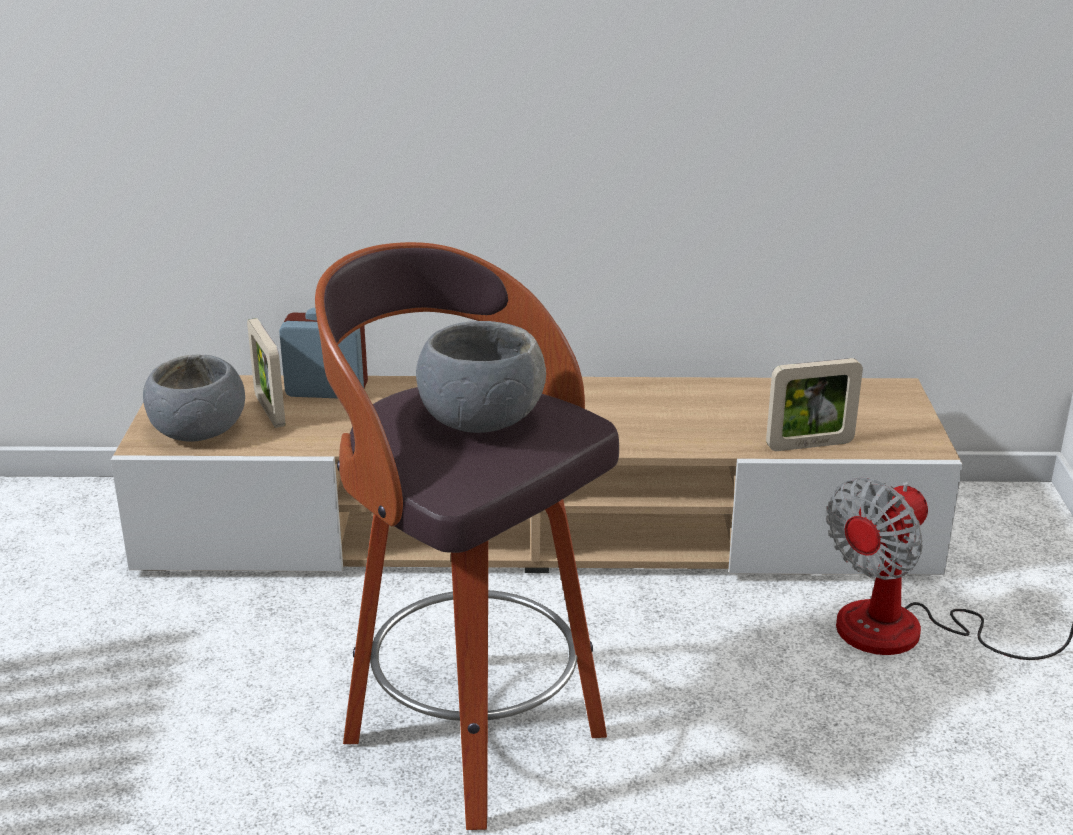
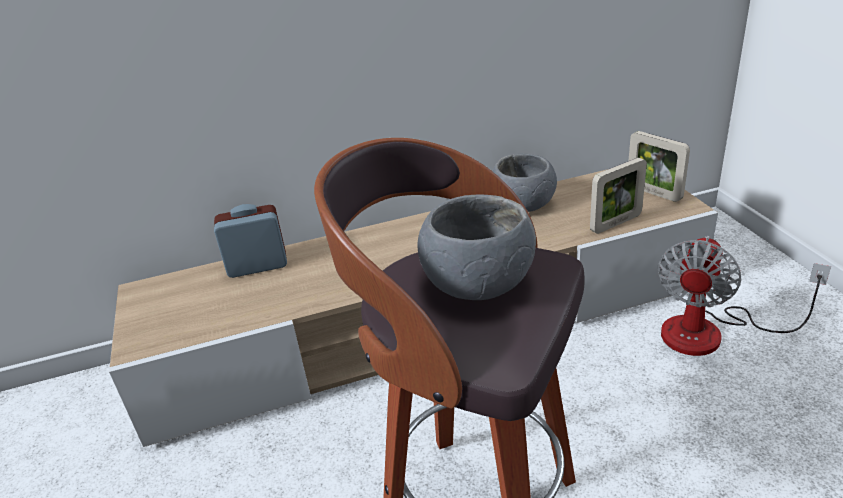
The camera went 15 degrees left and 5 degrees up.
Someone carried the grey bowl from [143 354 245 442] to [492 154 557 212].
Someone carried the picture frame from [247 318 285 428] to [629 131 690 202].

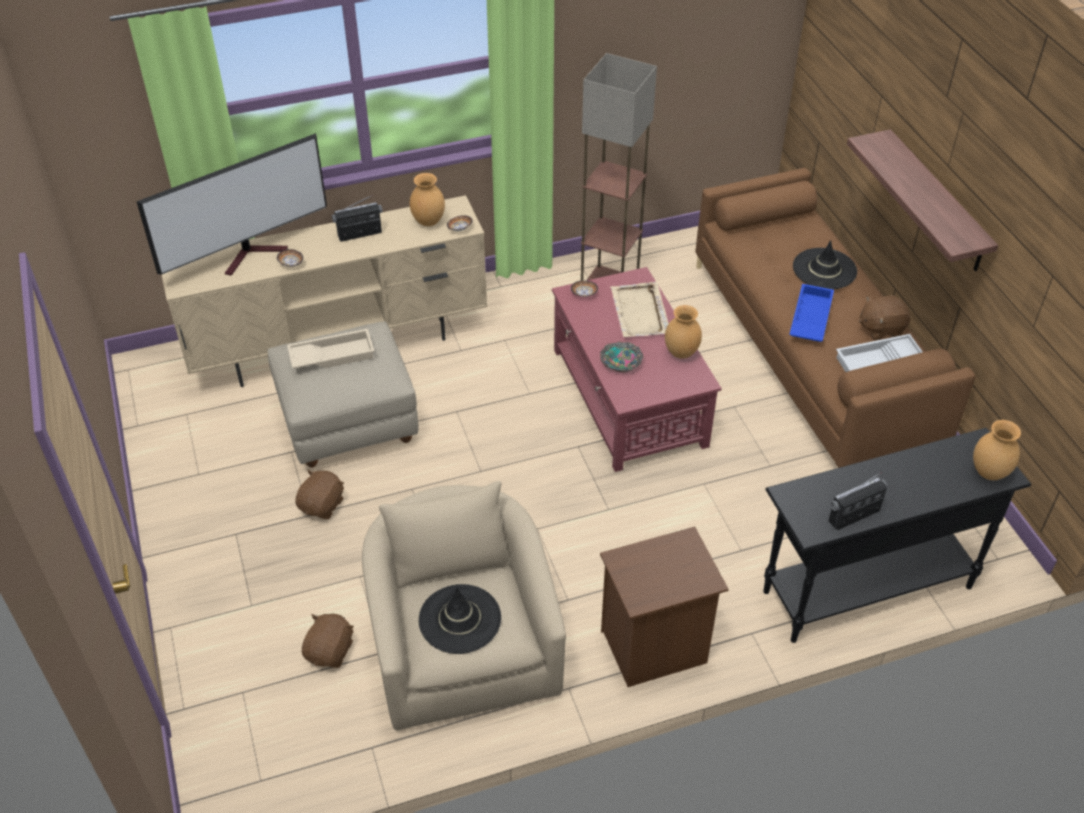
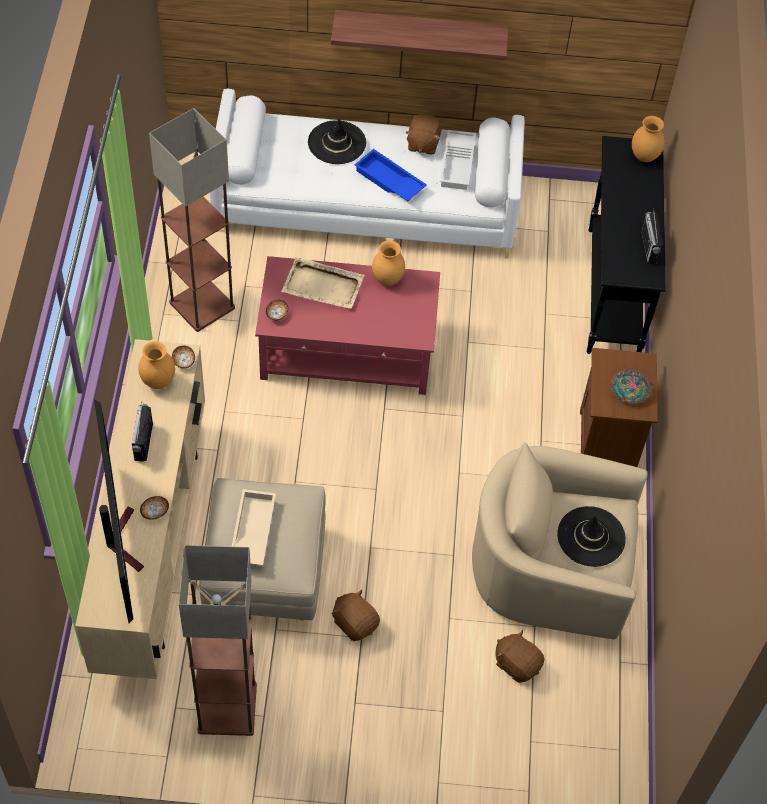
The camera went 70 degrees left and 10 degrees up.
Someone carried the bowl from [600 341 644 373] to [611 369 653 404].
Someone repainted the brown sofa at [695 168 976 468], which became the white sofa at [210 89 525 258].
Someone put down the floor lamp at [179 545 257 736].

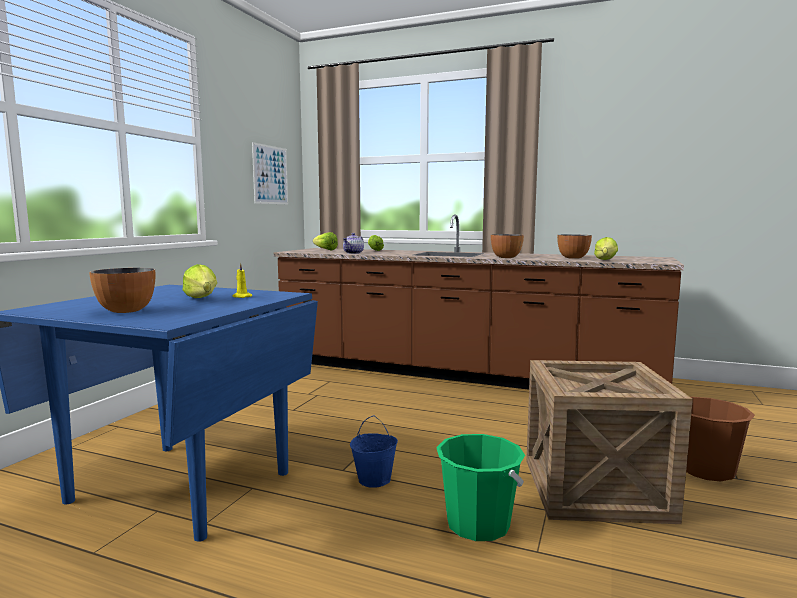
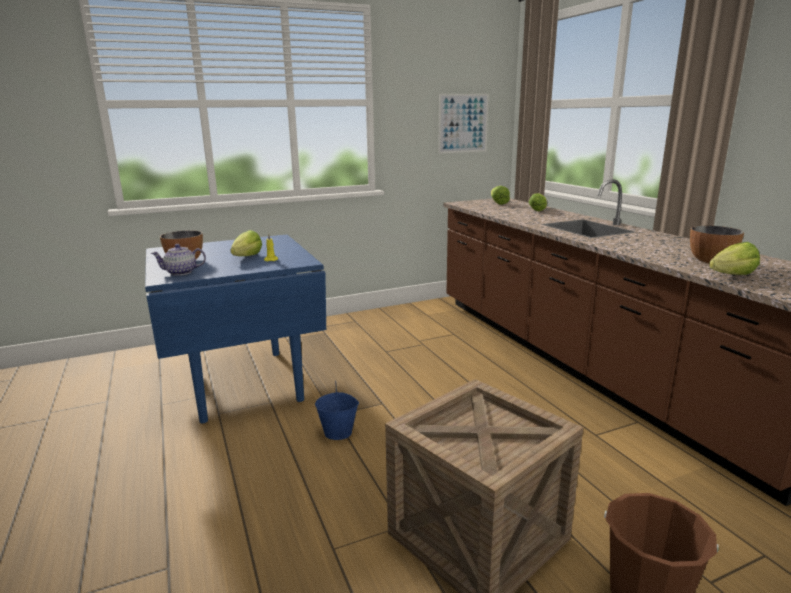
The camera went 45 degrees right and 10 degrees up.
Someone carried the teapot from [343 233 364 254] to [151 244 206 276].
Someone took away the green bucket at [436 434 525 541].
Someone took away the bowl at [491 234 524 258].

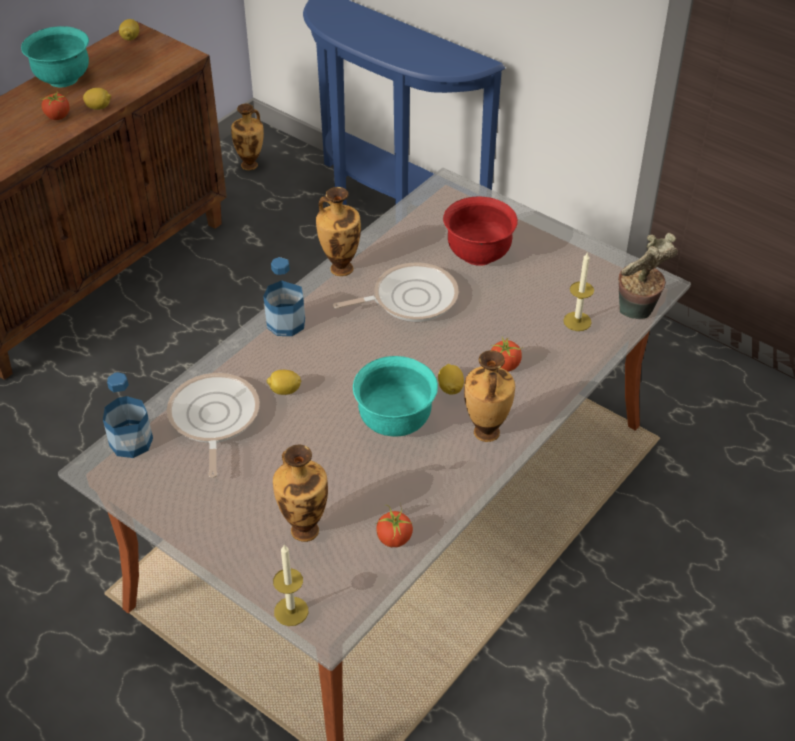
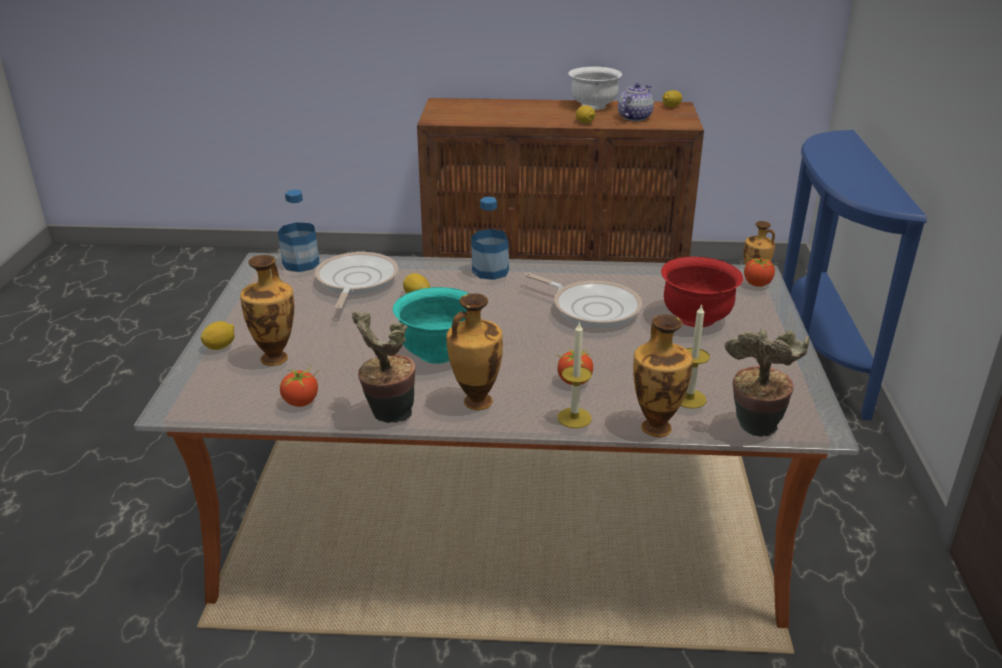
The camera went 55 degrees right and 15 degrees down.
Someone repainted the turquoise bowl at [21 26 89 87], which became the white bowl at [568 67 622 110].
Someone carried the tomato from [39 92 70 120] to [744 257 777 287].
Someone rotated the frying pan at [167 373 260 478] by 45 degrees counterclockwise.
Someone carried the candle from [273 545 308 626] to [558 321 592 428].
Someone carried the vase from [316 187 361 276] to [633 314 693 437].
Someone carried the lemon from [438 364 464 395] to [201 321 235 350].
Someone put down the potted plant at [352 311 415 423].
Someone put down the teapot at [618 83 654 121].

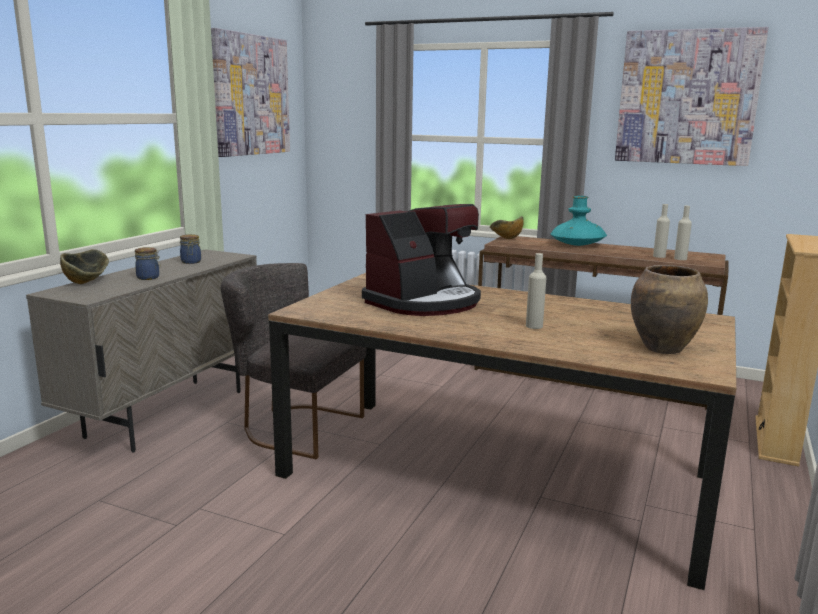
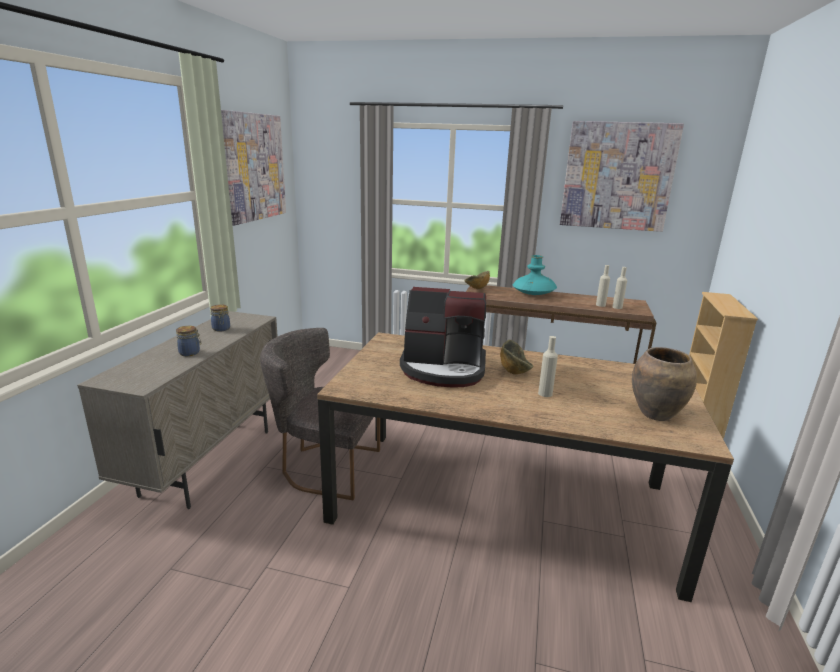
The camera went 10 degrees left and 5 degrees up.
Someone carried the bowl from [60 249 109 284] to [500 340 534 374].
Someone rotated the coffee machine at [362 204 481 316] by 60 degrees clockwise.

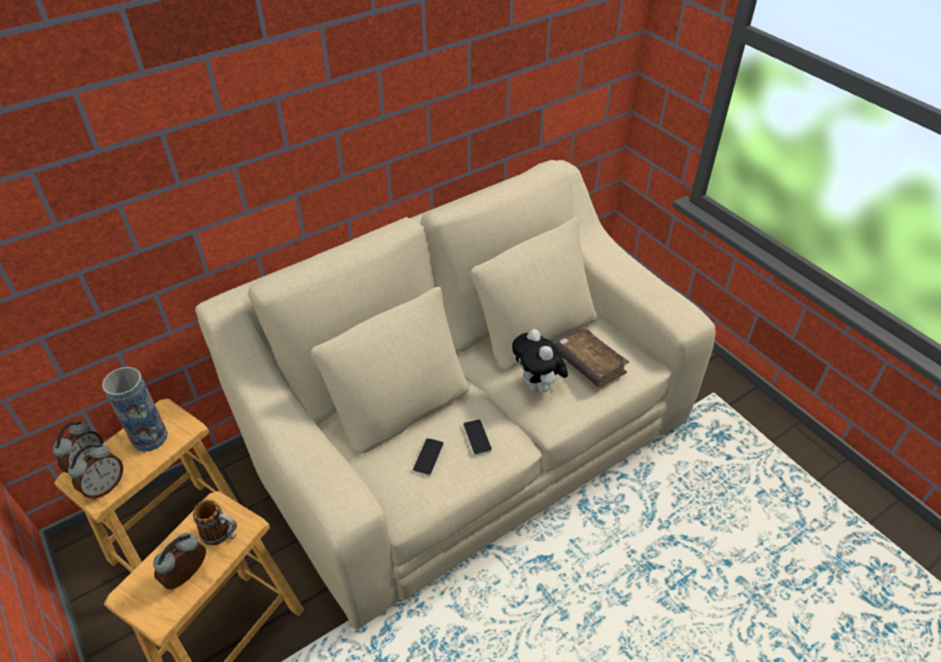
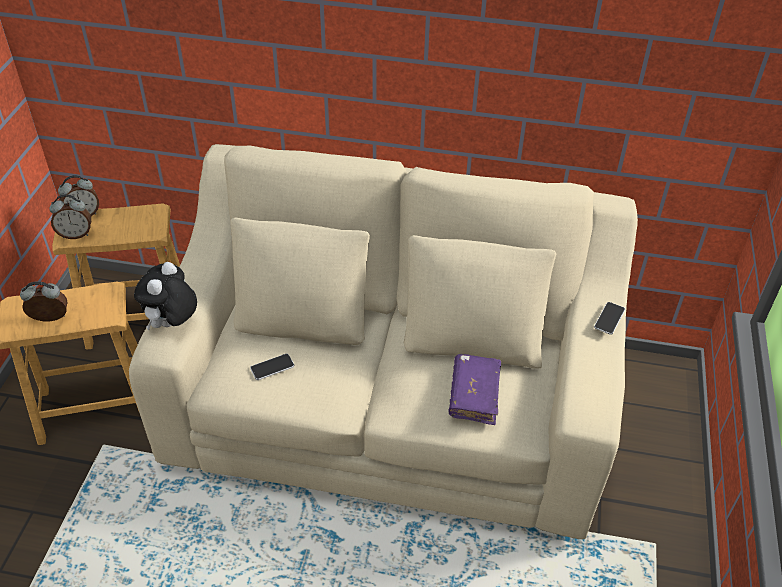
The camera went 45 degrees right and 0 degrees up.
Someone took away the vase at [102 367 168 452].
Someone took away the mug at [193 500 237 545].
Someone carried the phone from [463 419 492 455] to [594 302 625 335].
Someone carried the plush toy from [512 329 568 394] to [134 262 197 330].
Someone repainted the brown book at [555 327 629 388], which became the purple book at [449 354 501 425].

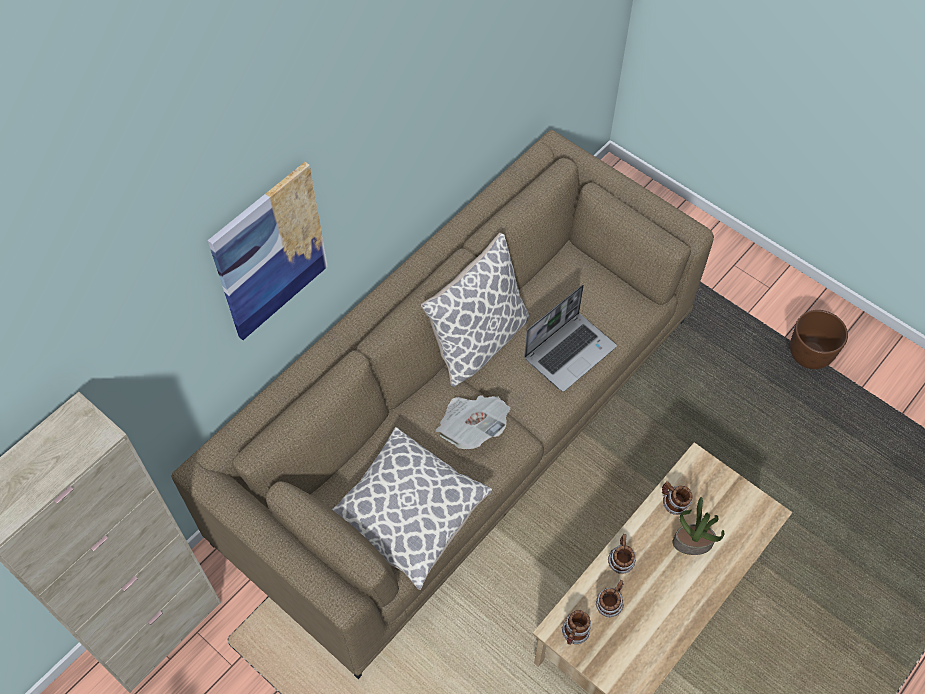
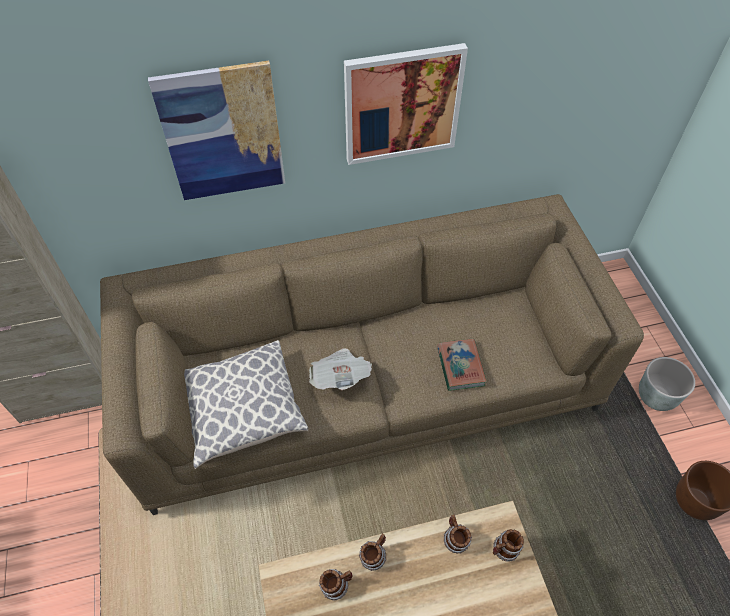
The camera went 35 degrees right and 5 degrees down.
Someone took away the pillow at [420 233 529 387].
Someone swapped the laptop at [524 285 617 392] for the book at [437 339 487 391].
Someone carried the mug from [562 610 591 645] to [493 529 524 562].
Someone took away the potted plant at [672 497 724 555].
Someone put up the picture at [344 43 468 165].
Someone put down the grey planter at [639 357 695 411].

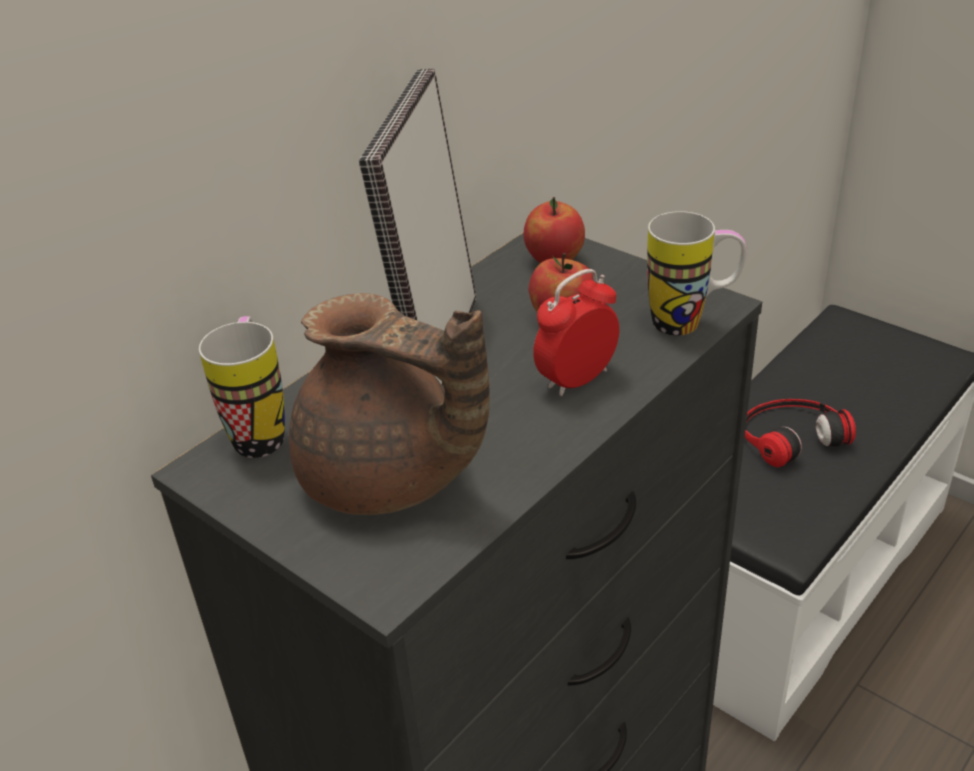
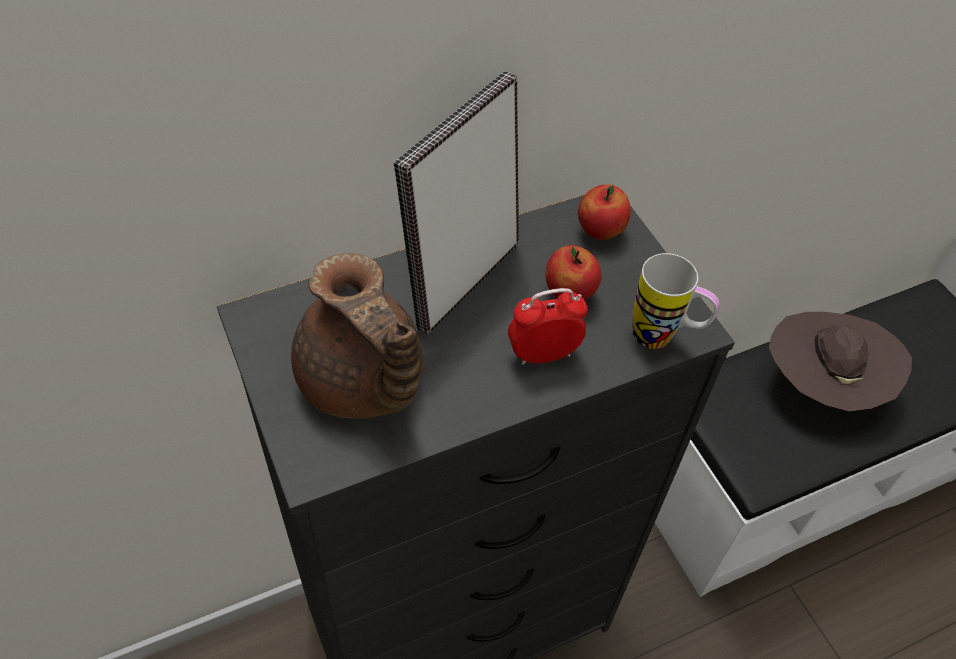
The camera went 20 degrees right and 15 degrees up.
Someone took away the mug at [199 316 285 458].
Someone swapped the headphones at [745 399 856 467] for the brown hat at [769 312 912 411].

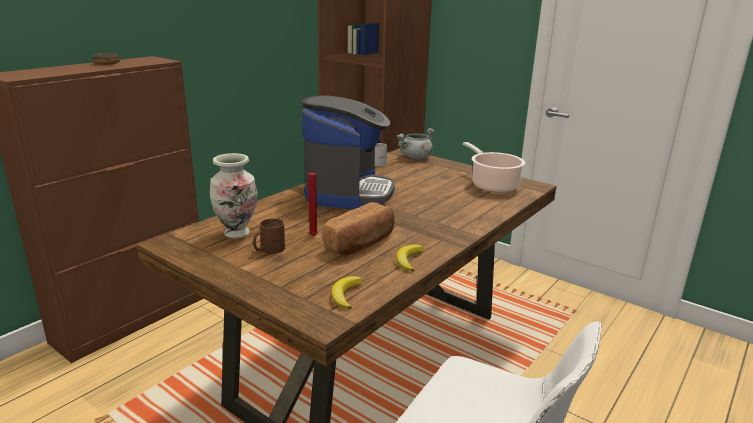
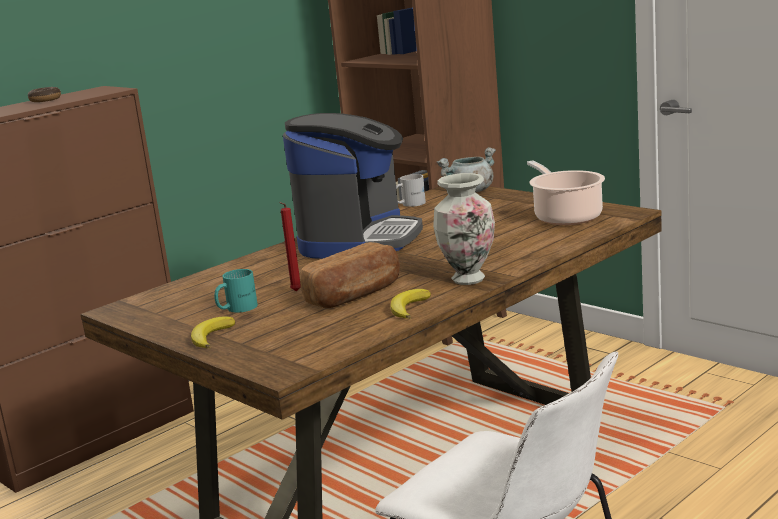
The camera went 10 degrees right and 5 degrees down.
Someone carried the vase from [210 153 258 239] to [433 173 495 285].
Someone repainted the brown mug at [253 218 285 254], which became the turquoise mug at [214 269 258 313].
Someone carried the banana from [331 276 363 309] to [191 316 235 348].

